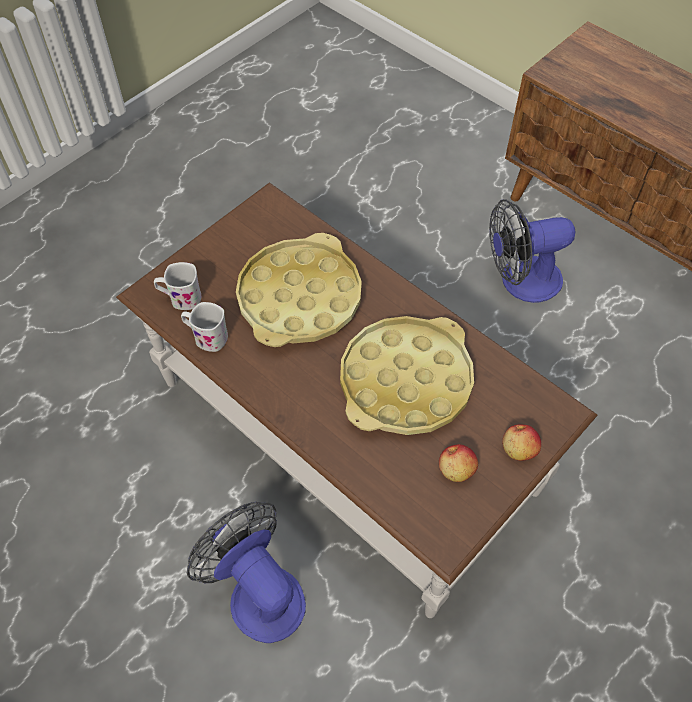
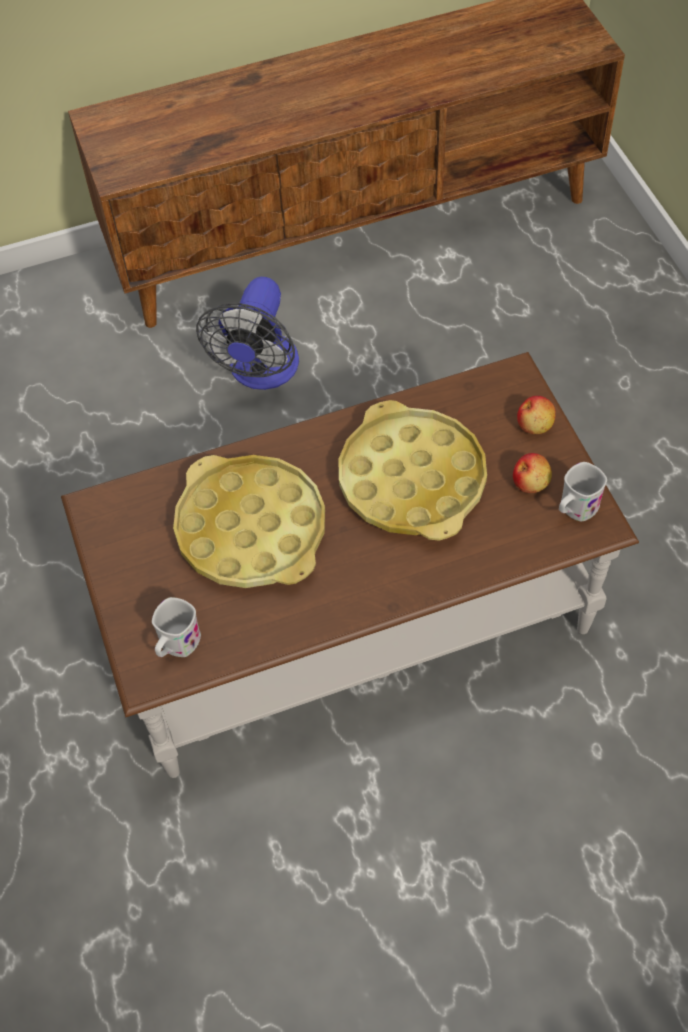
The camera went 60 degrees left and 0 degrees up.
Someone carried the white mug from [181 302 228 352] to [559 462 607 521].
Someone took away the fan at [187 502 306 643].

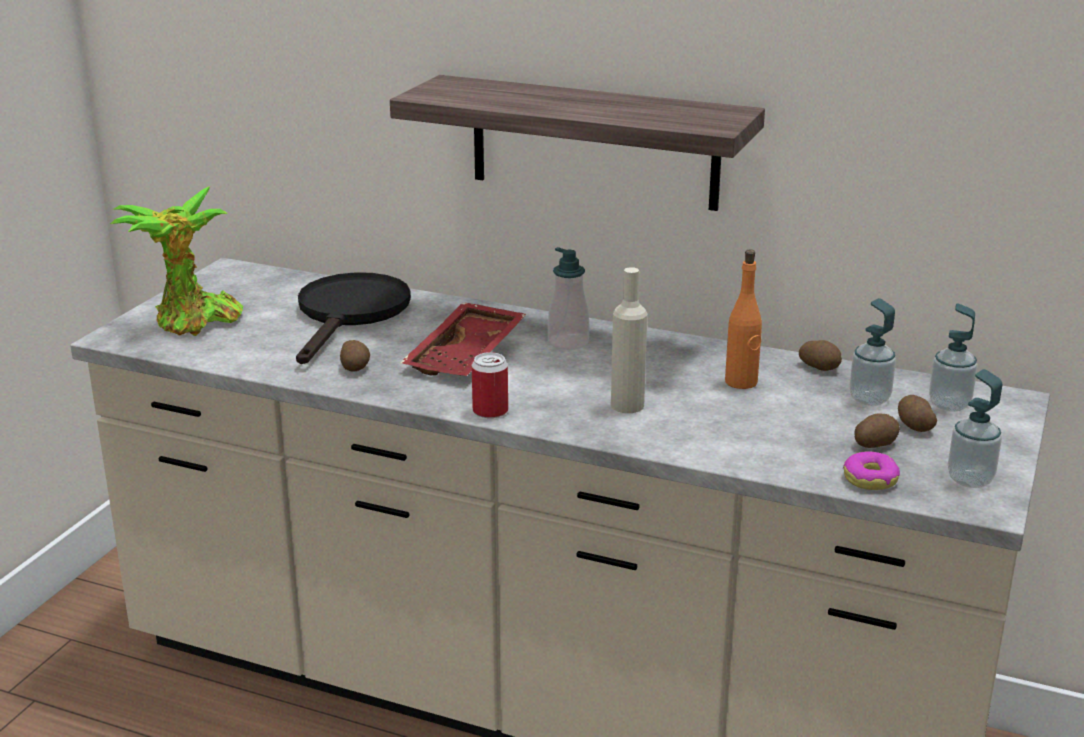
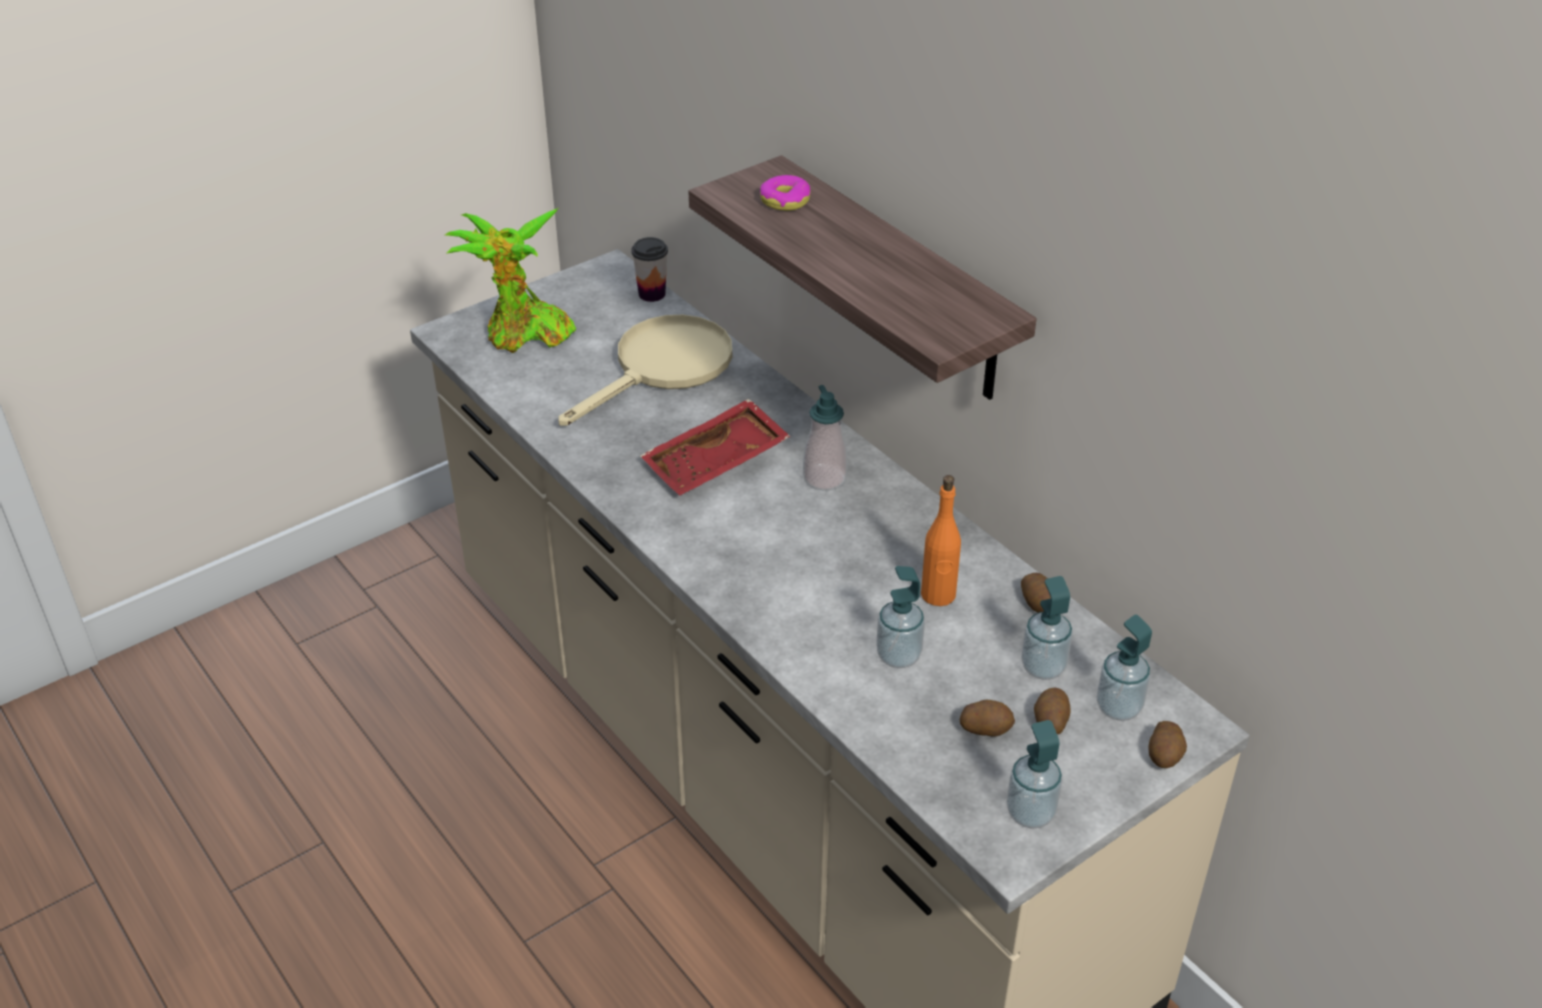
The camera went 30 degrees right and 15 degrees up.
Someone repainted the black frying pan at [296 272 411 364], which became the beige frying pan at [558 315 732 426].
Someone carried the potato from [340 340 370 371] to [1148 721 1187 768].
Someone took away the can at [472 352 508 418].
Someone took away the beige bottle at [611 267 648 413].
Someone carried the donut from [843 451 900 490] to [760 175 811 211].
Someone put down the cup at [631 237 668 302].
Someone put down the soap dispenser at [876 566 925 668].

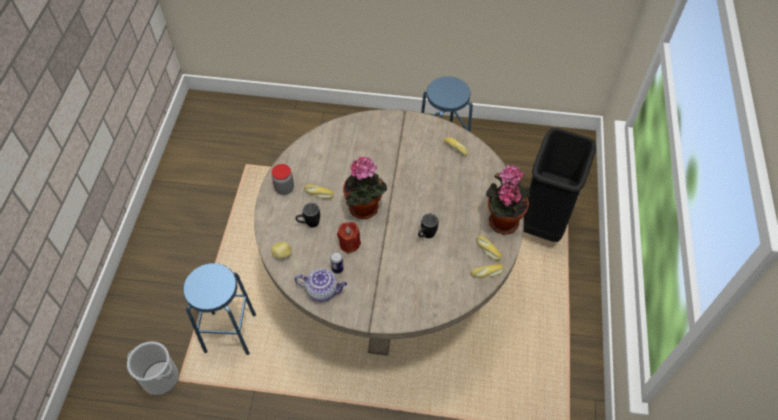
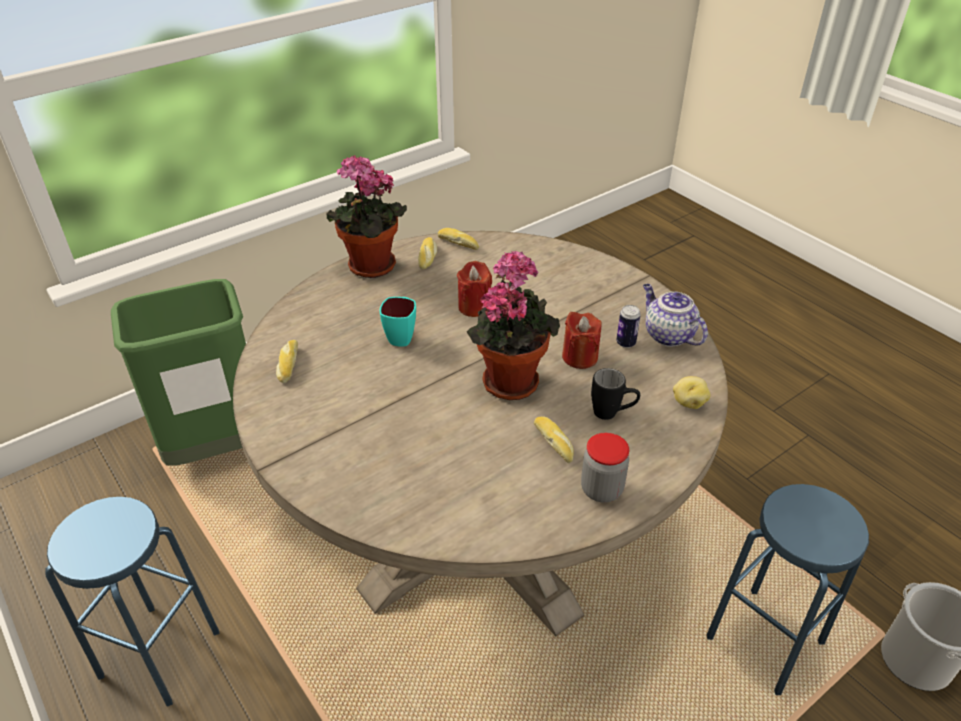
The camera went 135 degrees left and 15 degrees down.
Someone swapped the black mug at [418 214 439 238] for the red candle at [457 261 492 317].
Someone repainted the black trash can at [523 128 596 242], which became the green trash can at [111 279 246 466].
Someone put down the turquoise mug at [380 297 416 347].

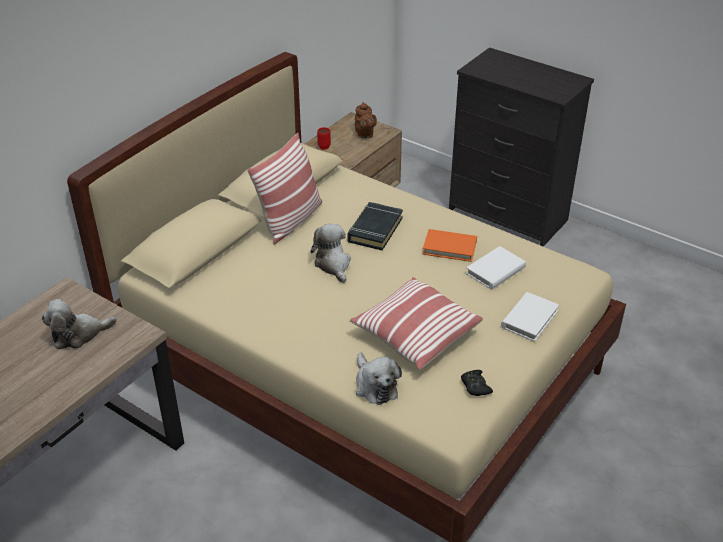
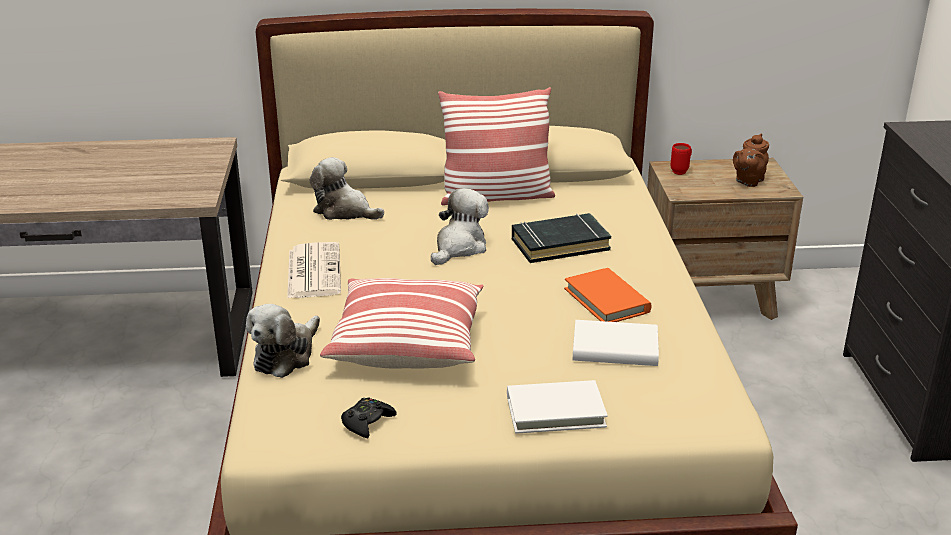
The camera went 50 degrees right and 10 degrees down.
Someone carried the plush toy from [42 299 117 349] to [310 157 384 220].
Someone put down the newspaper at [287 242 341 298].

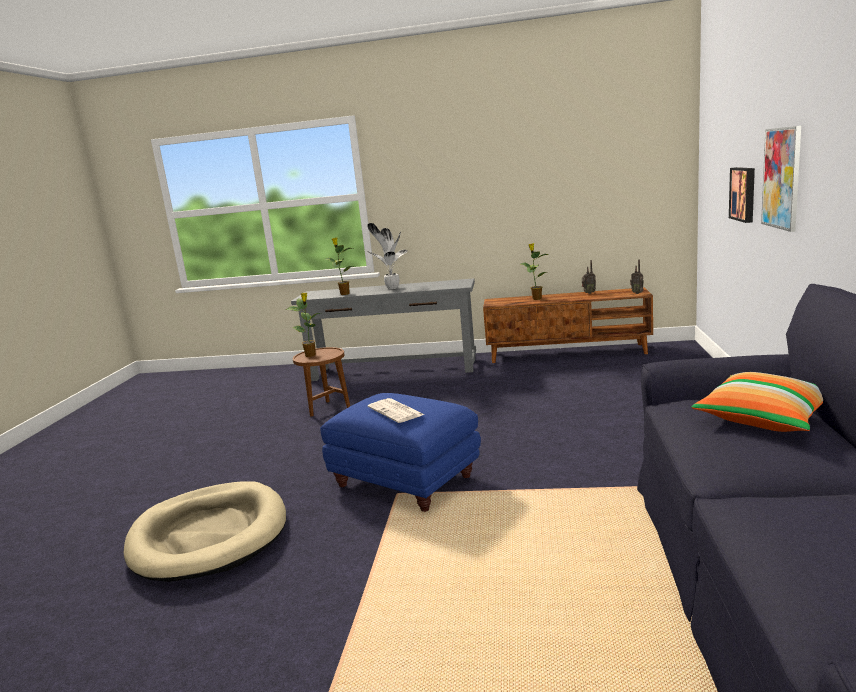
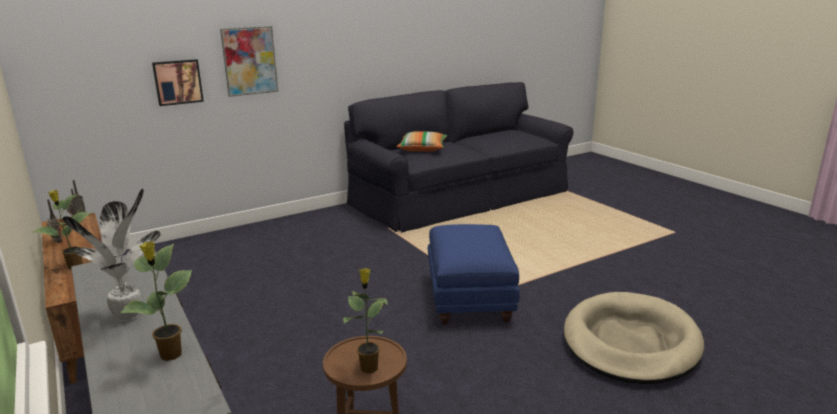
The camera went 130 degrees left and 5 degrees up.
Someone took away the newspaper at [368 398 424 423].

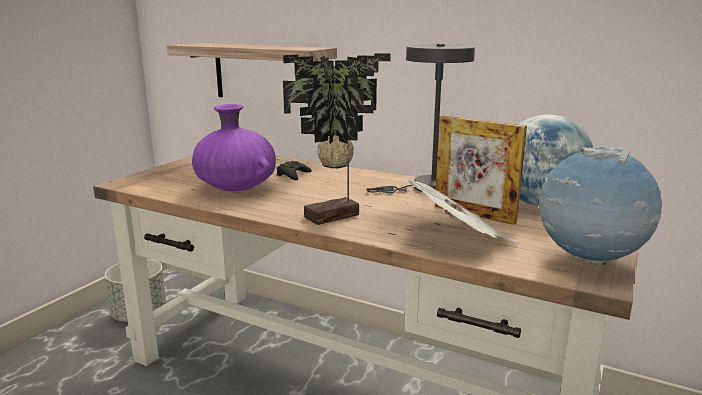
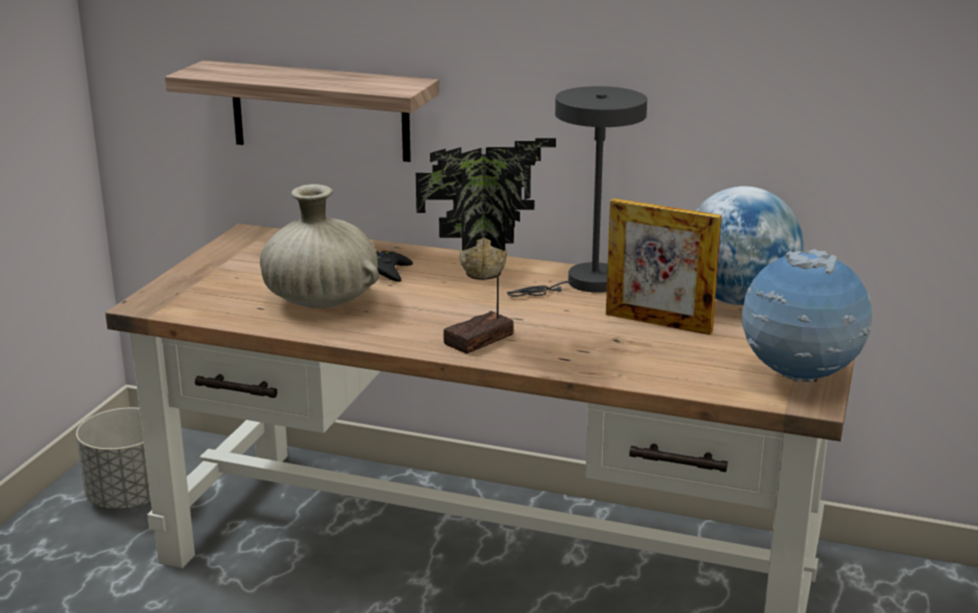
The camera went 10 degrees left and 5 degrees up.
Someone repainted the purple vase at [192 104 276 191], which became the beige vase at [260 184 379 308].
Someone took away the newspaper at [402 179 518 242].

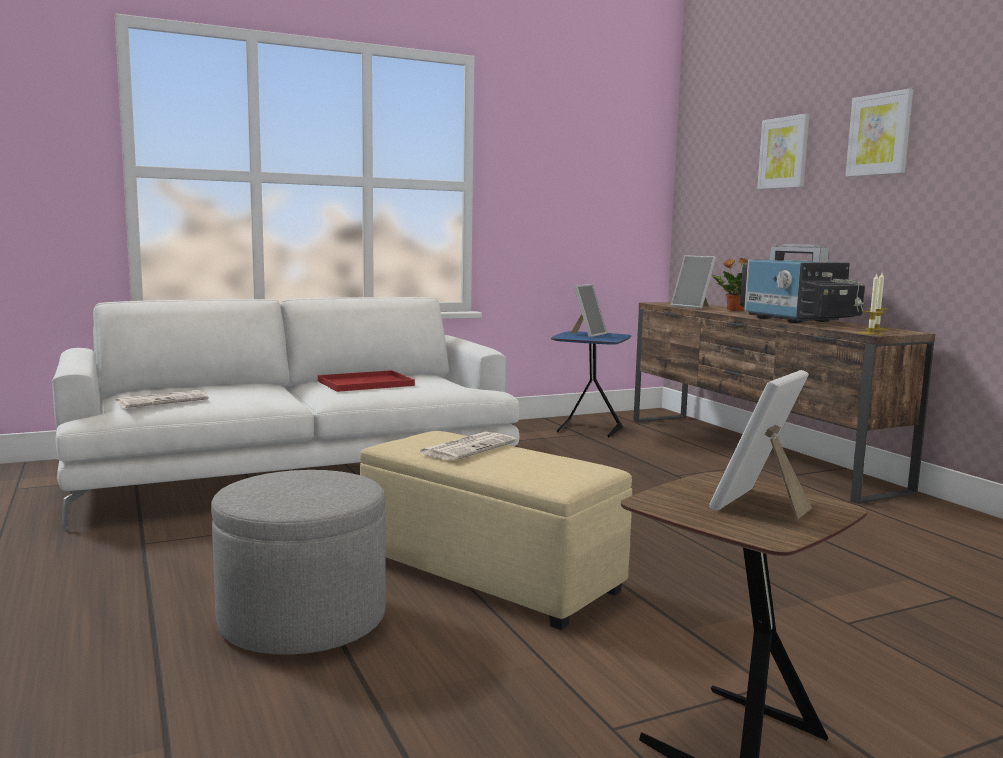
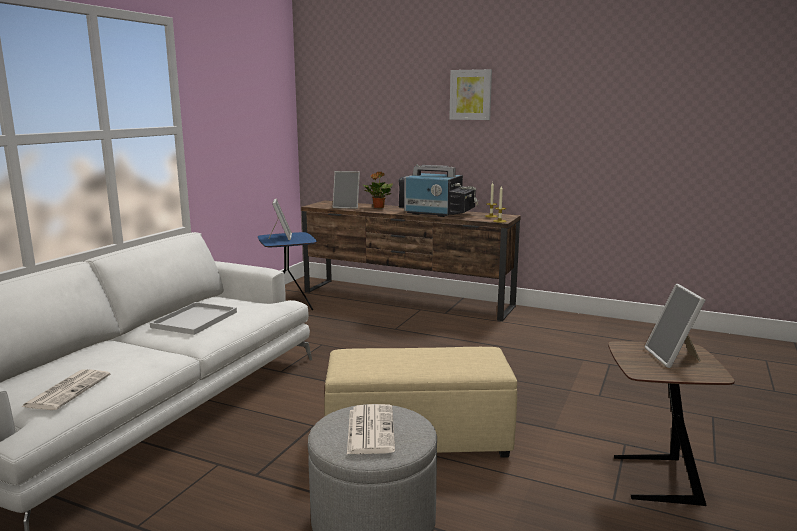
The camera went 40 degrees left and 5 degrees up.
Someone repainted the red tray at [318 370 415 392], which became the white tray at [150 302 237 335].
Someone carried the newspaper from [419 432 517 461] to [347 404 395 454].
Someone took away the picture at [757 114 810 189].

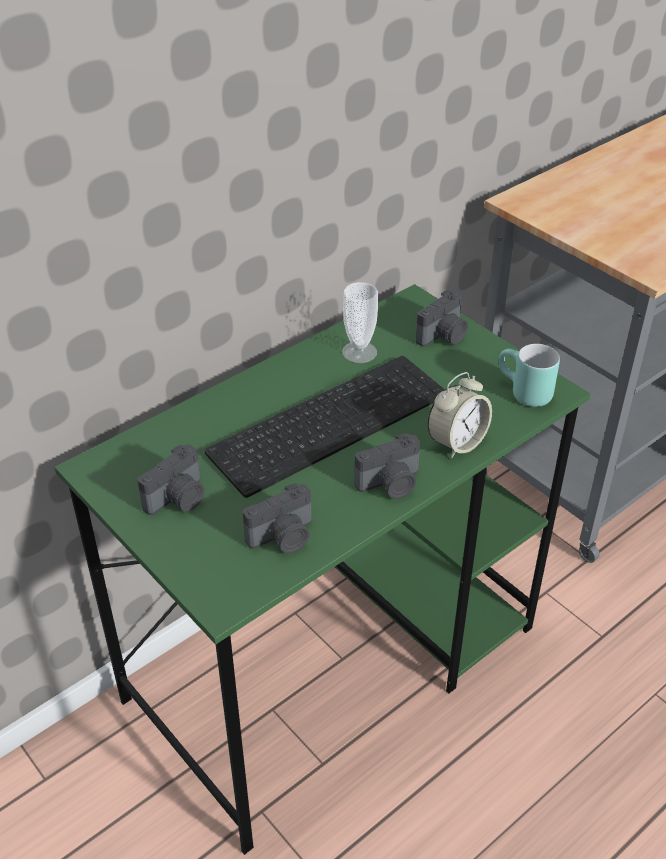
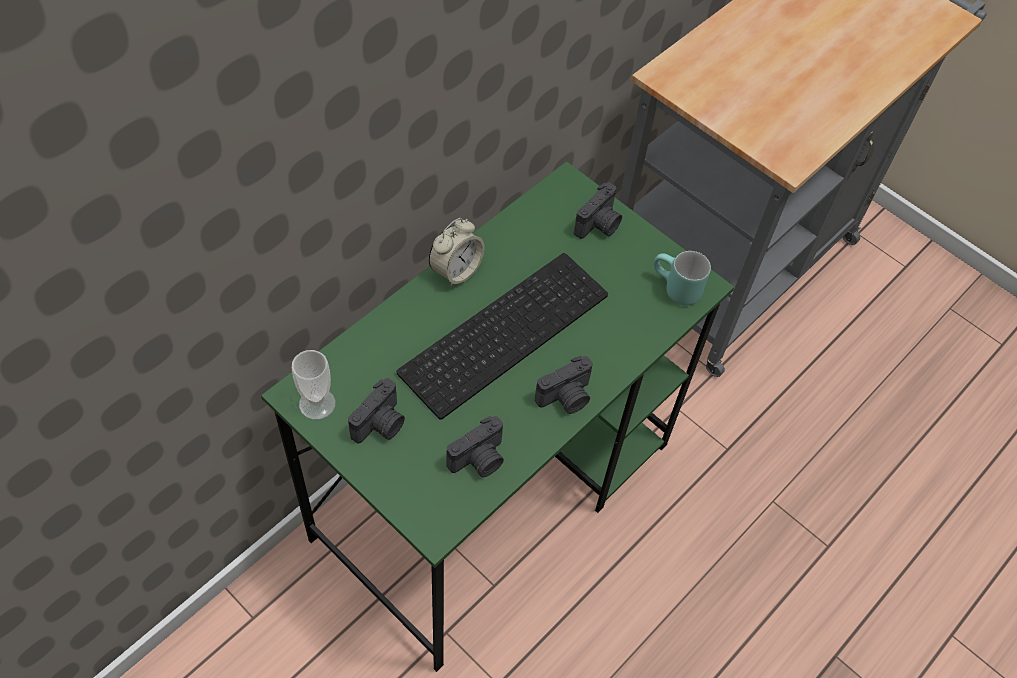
The camera went 10 degrees left and 15 degrees up.
Someone carried the cup from [342 282 378 363] to [292 350 336 420].
Someone carried the alarm clock from [428 372 492 459] to [429 218 485 287].

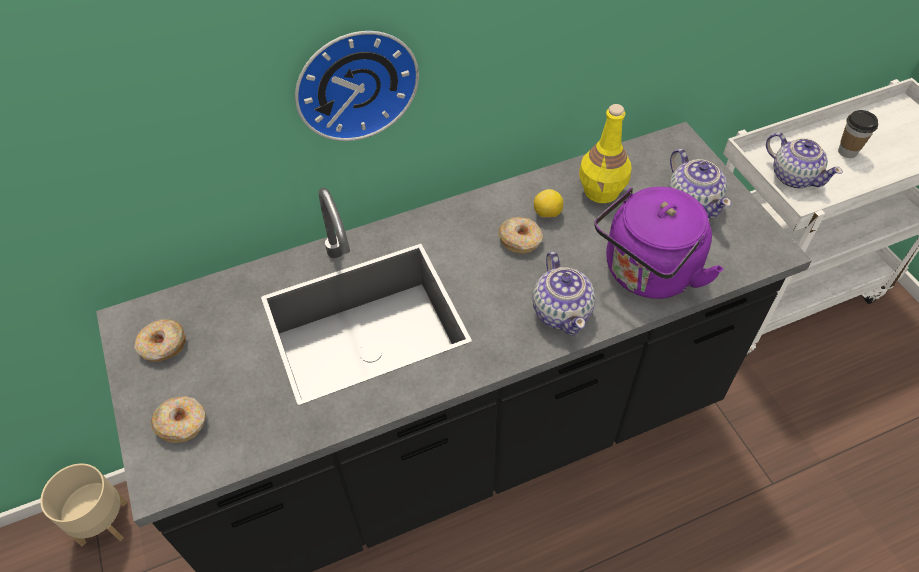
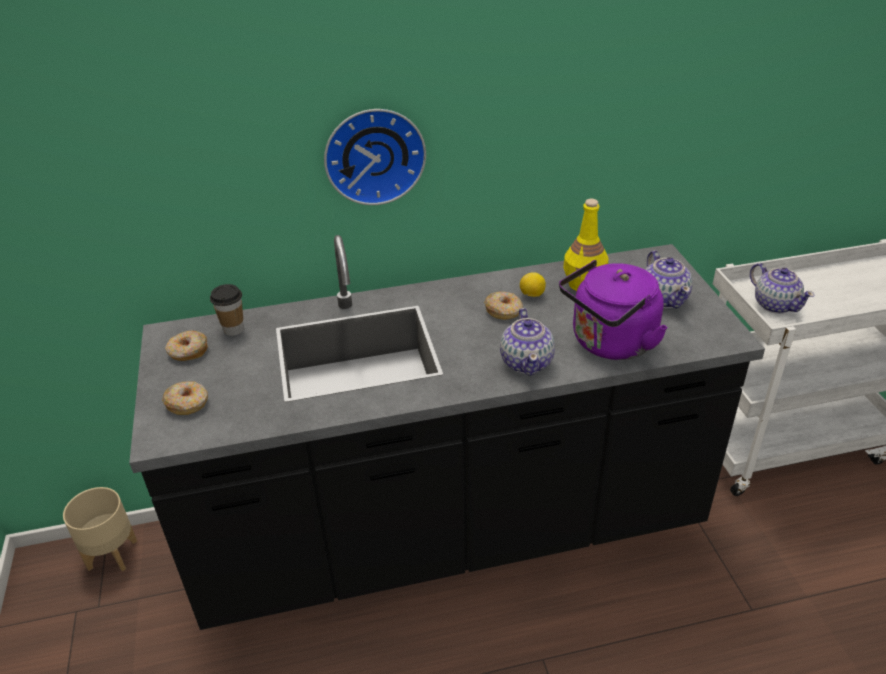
The camera went 10 degrees right and 15 degrees down.
Someone carried the cup from [838 110 878 158] to [210 284 244 336].

